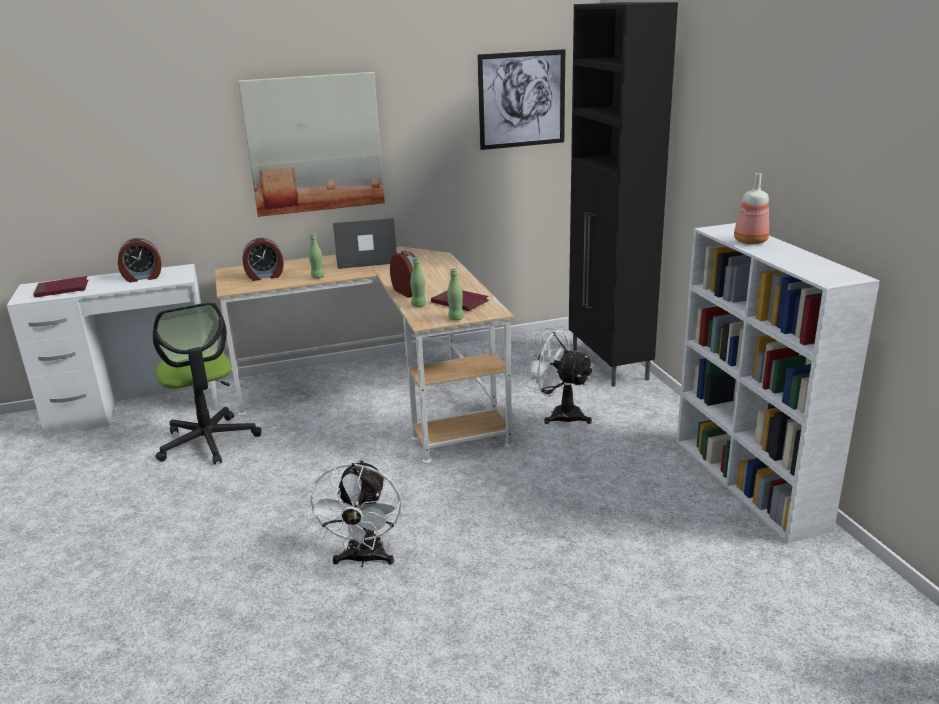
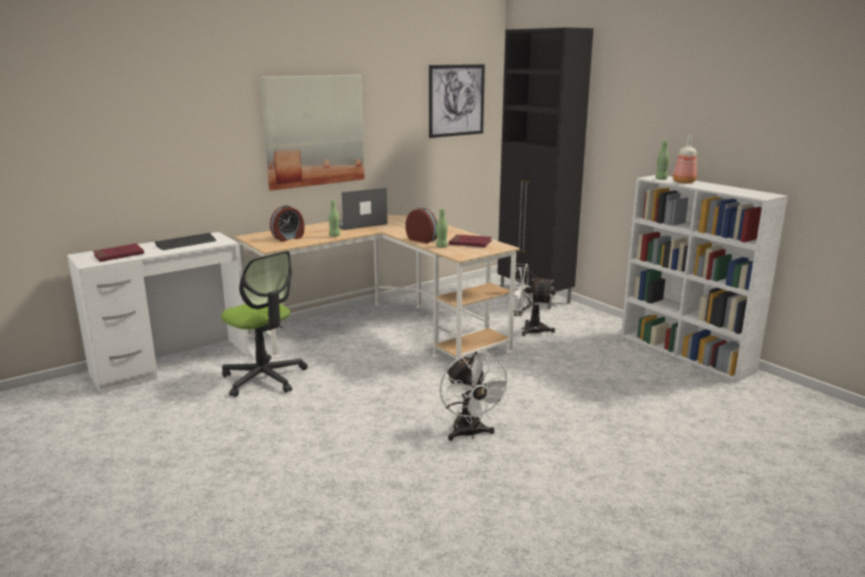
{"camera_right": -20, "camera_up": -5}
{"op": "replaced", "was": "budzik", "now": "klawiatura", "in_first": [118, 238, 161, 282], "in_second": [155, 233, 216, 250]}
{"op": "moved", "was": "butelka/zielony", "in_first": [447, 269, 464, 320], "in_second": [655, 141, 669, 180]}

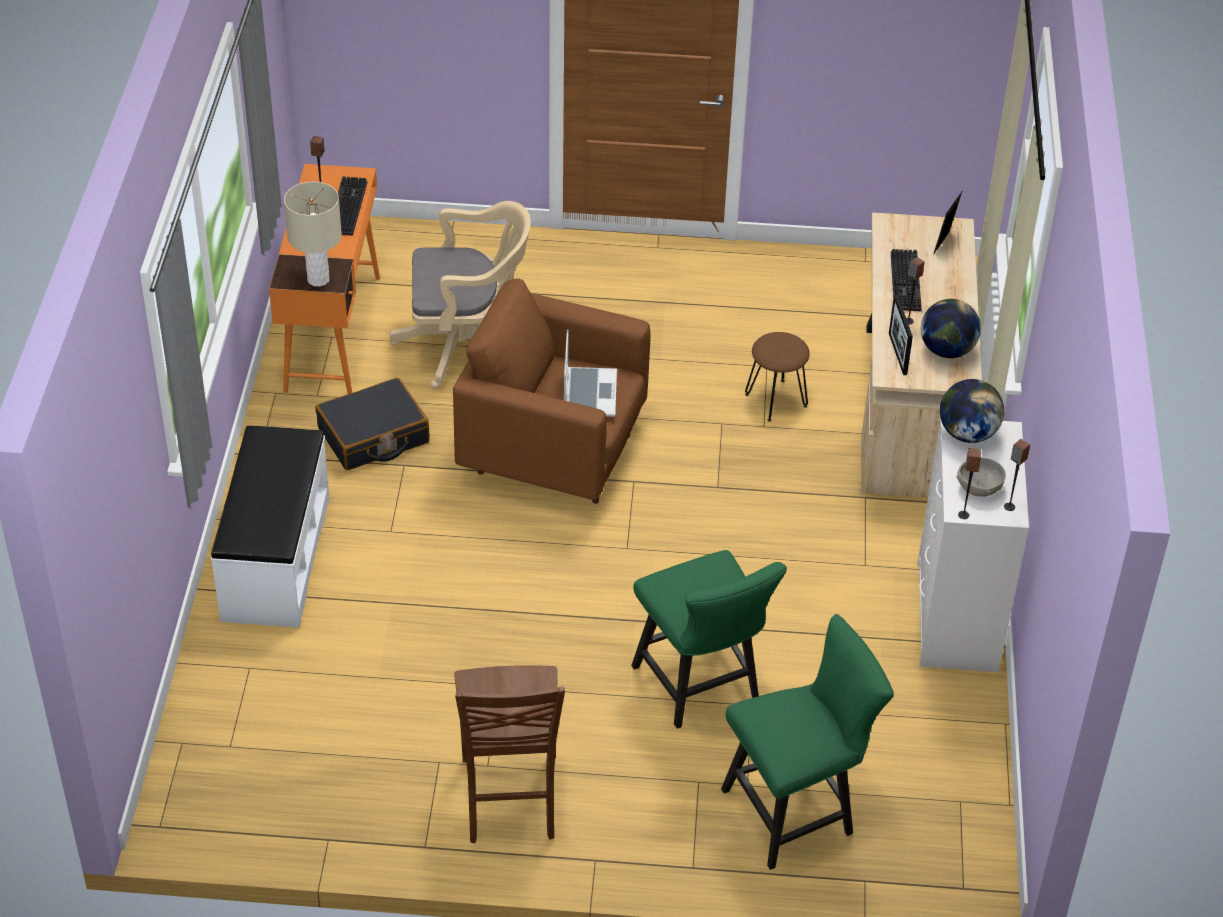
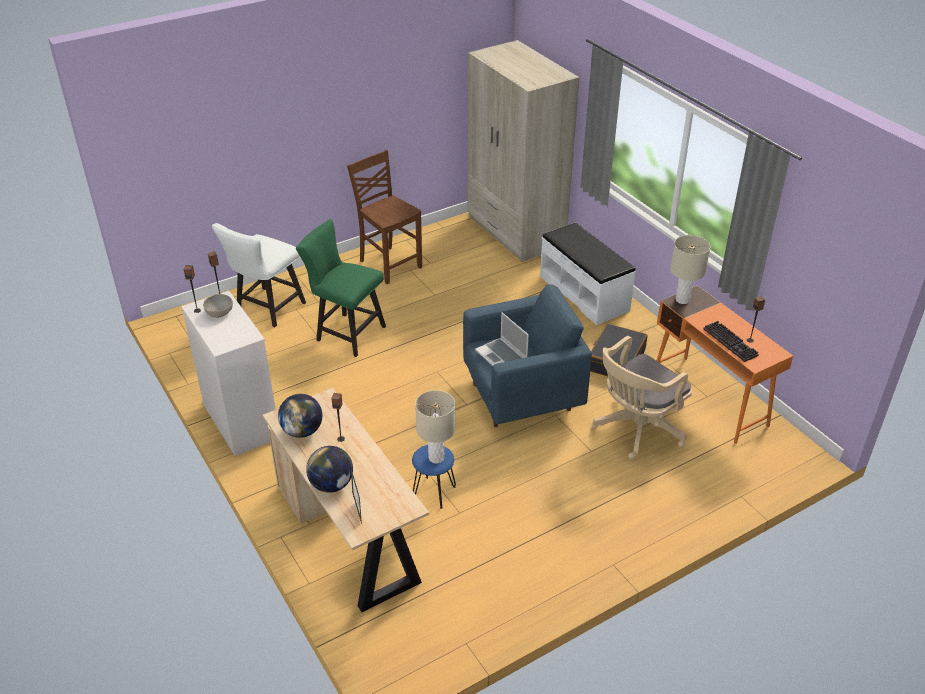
{"camera_right": 145, "camera_up": -5}
{"op": "recoloured", "was": "fotel/brązowy", "now": "fotel/niebieski", "in_first": [453, 278, 651, 504], "in_second": [463, 284, 592, 427]}
{"op": "recoloured", "was": "krzesło/zielony", "now": "krzesło/biały", "in_first": [721, 614, 894, 870], "in_second": [212, 223, 306, 327]}
{"op": "recoloured", "was": "stołek/brązowy", "now": "stołek/niebieski", "in_first": [745, 332, 810, 422], "in_second": [412, 445, 456, 509]}
{"op": "removed", "was": "ramka na zdjęcie", "in_first": [889, 295, 913, 375]}
{"op": "removed", "was": "klawiatura", "in_first": [891, 249, 922, 311]}
{"op": "moved", "was": "globus", "in_first": [940, 379, 1004, 443], "in_second": [306, 446, 353, 493]}
{"op": "added", "now": "lampa stołowa/beżowy", "in_second": [415, 390, 455, 464]}
{"op": "added", "now": "szafa/beżowy", "in_second": [468, 40, 579, 262]}

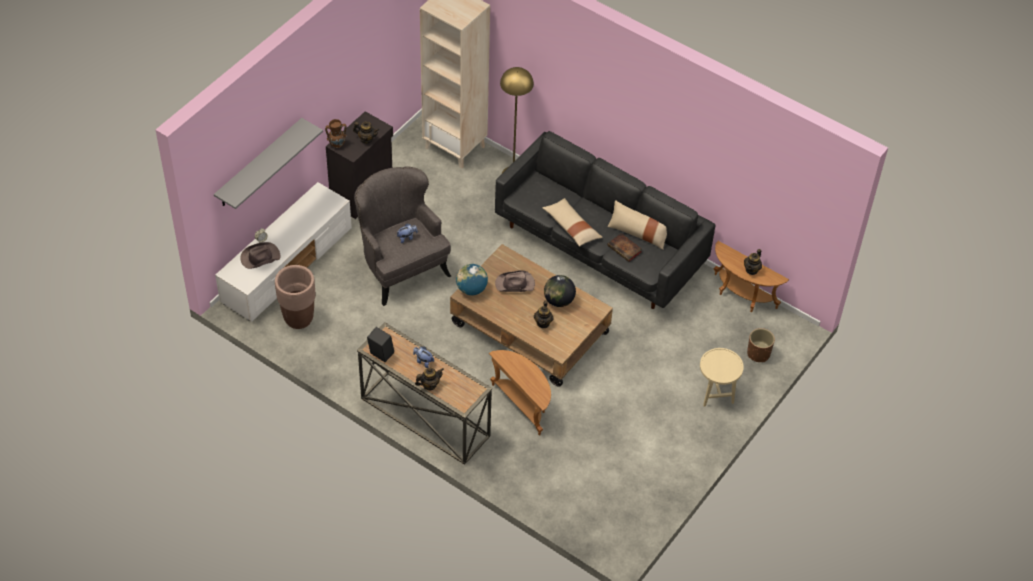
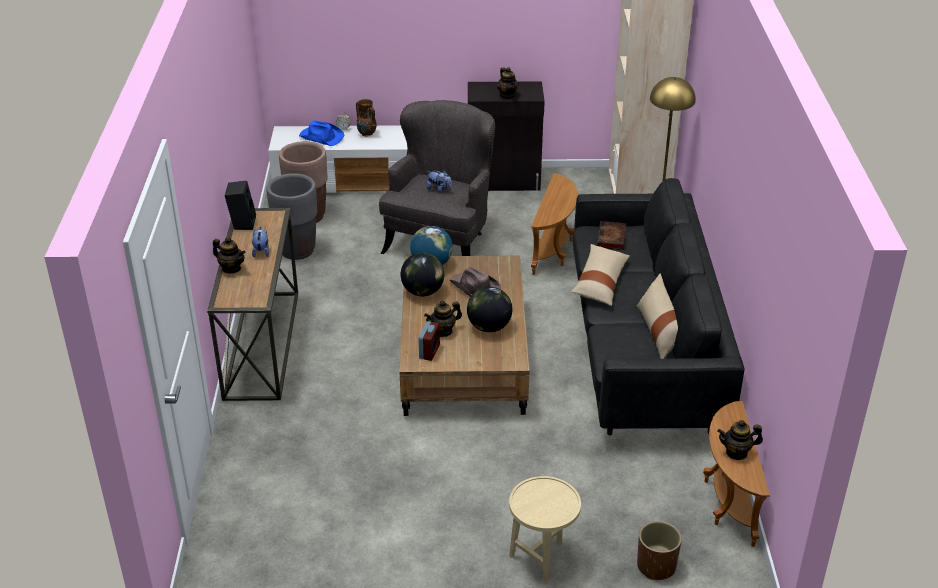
{"camera_right": 55, "camera_up": -15}
{"op": "removed", "was": "półka/szary", "in_first": [214, 118, 323, 209]}
{"op": "recoloured", "was": "kapelusz/brązowy", "now": "kapelusz/niebieski", "in_first": [240, 242, 280, 269], "in_second": [299, 120, 344, 146]}
{"op": "moved", "was": "wazon/brązowy", "in_first": [325, 119, 347, 148], "in_second": [356, 99, 377, 137]}
{"op": "moved", "was": "stolik/brązowy", "in_first": [489, 350, 551, 435], "in_second": [531, 173, 578, 275]}
{"op": "moved", "was": "książka", "in_first": [608, 233, 643, 262], "in_second": [597, 221, 626, 250]}
{"op": "added", "now": "donica/szary", "in_second": [266, 173, 317, 260]}
{"op": "added", "now": "globus", "in_second": [401, 253, 444, 296]}
{"op": "added", "now": "budzik", "in_second": [418, 321, 440, 361]}

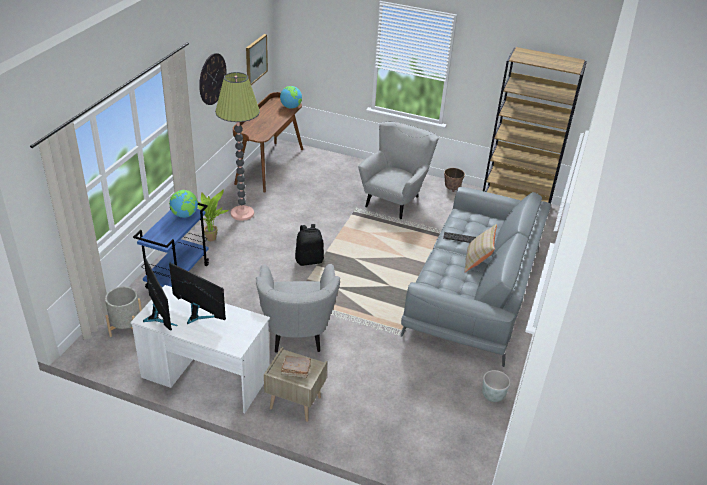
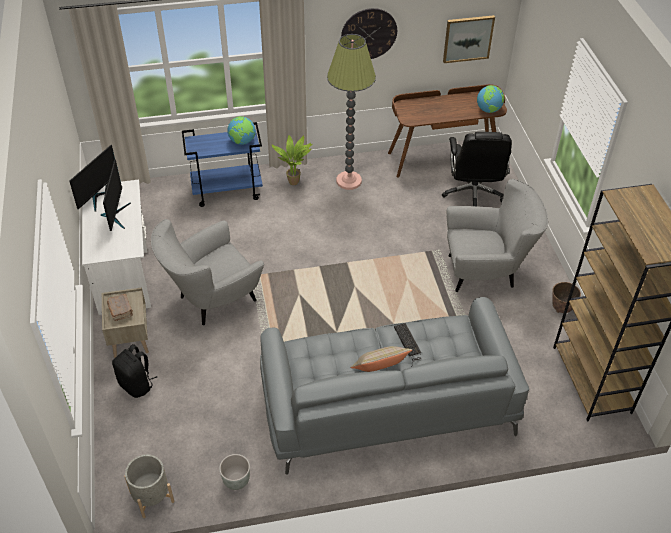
{"camera_right": 60, "camera_up": 10}
{"op": "moved", "was": "donica/szary", "in_first": [105, 287, 142, 337], "in_second": [124, 454, 174, 518]}
{"op": "moved", "was": "plecak/czarny", "in_first": [295, 224, 324, 266], "in_second": [112, 344, 157, 398]}
{"op": "added", "now": "krzesło biurowe/czarny", "in_second": [442, 132, 512, 206]}

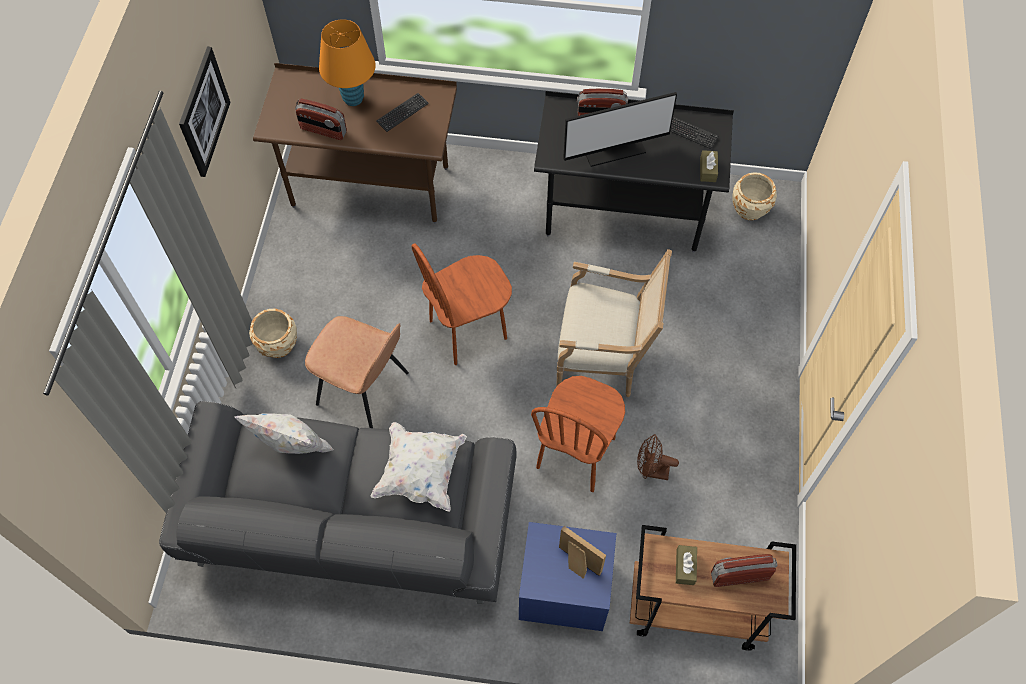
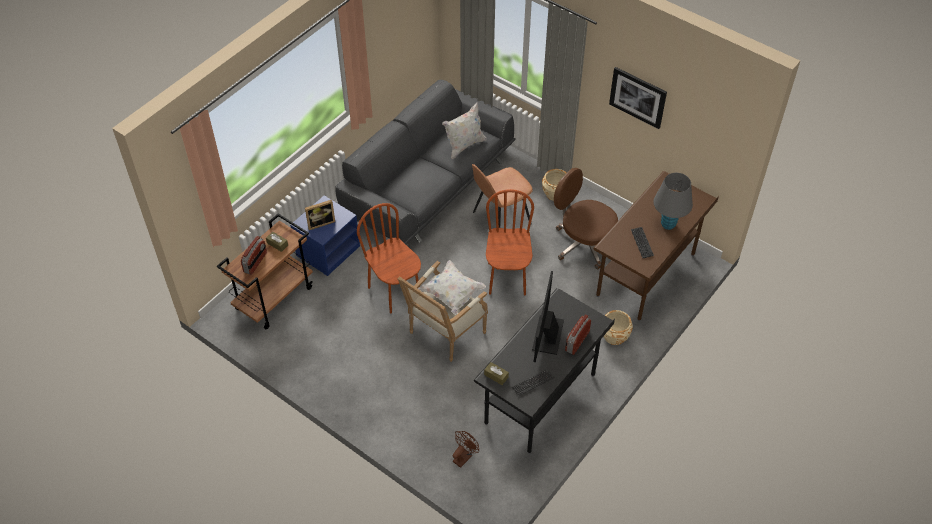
{"camera_right": 120, "camera_up": -10}
{"op": "removed", "was": "radio", "in_first": [295, 99, 347, 140]}
{"op": "recoloured", "was": "lampa stołowa/pomarańczowy", "now": "lampa stołowa/szary", "in_first": [319, 19, 376, 106], "in_second": [654, 173, 693, 230]}
{"op": "moved", "was": "poduszka/biały", "in_first": [371, 422, 467, 511], "in_second": [418, 260, 486, 315]}
{"op": "moved", "was": "wentylator/brązowy", "in_first": [637, 434, 679, 480], "in_second": [453, 431, 479, 468]}
{"op": "moved", "was": "donica/beżowy", "in_first": [732, 172, 777, 220], "in_second": [603, 310, 633, 345]}
{"op": "added", "now": "krzesło biurowe/brązowy", "in_second": [554, 168, 618, 269]}

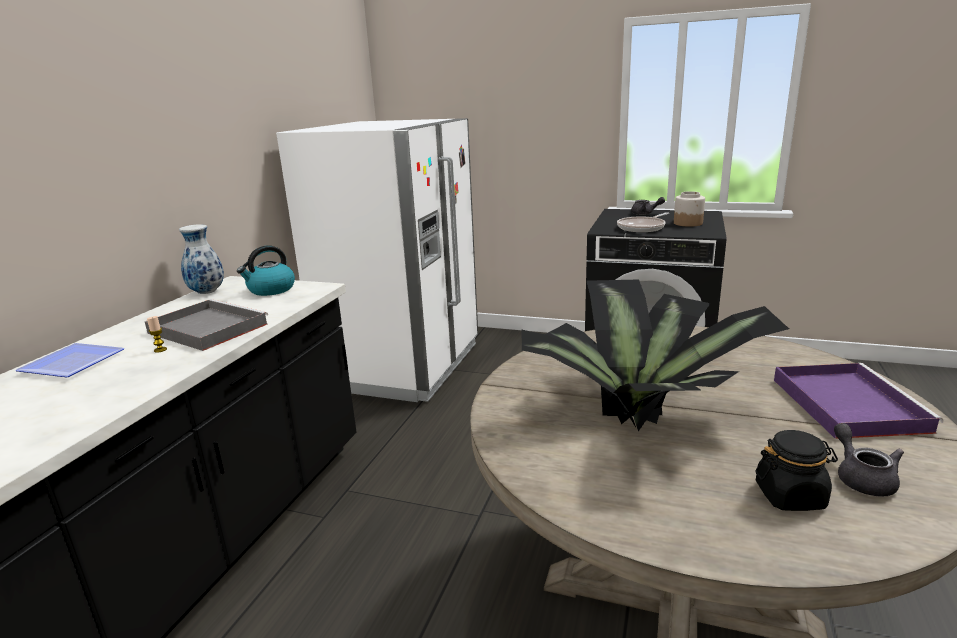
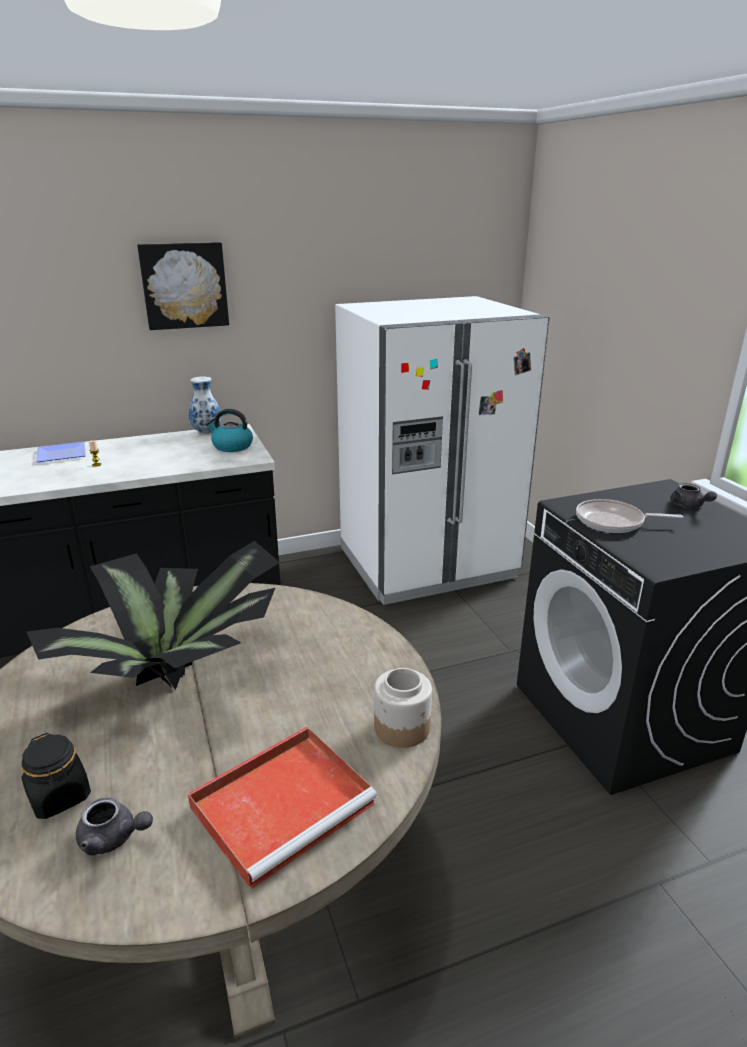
{"camera_right": 50, "camera_up": 5}
{"op": "removed", "was": "taca/szary", "in_first": [145, 299, 268, 351]}
{"op": "moved", "was": "słoik", "in_first": [674, 191, 705, 227], "in_second": [374, 668, 432, 748]}
{"op": "recoloured", "was": "taca/fioletowy", "now": "taca/czerwony", "in_first": [774, 363, 943, 439], "in_second": [188, 727, 377, 890]}
{"op": "turned", "was": "imbryk/szary", "in_first": [834, 423, 904, 496], "in_second": [76, 797, 153, 856], "clockwise": 60}
{"op": "added", "now": "obraz", "in_second": [137, 242, 229, 330]}

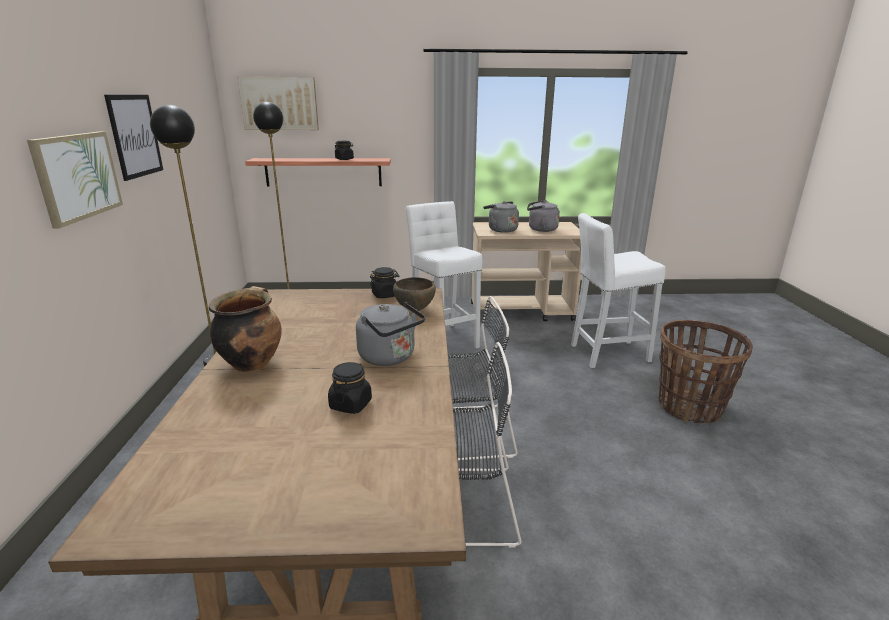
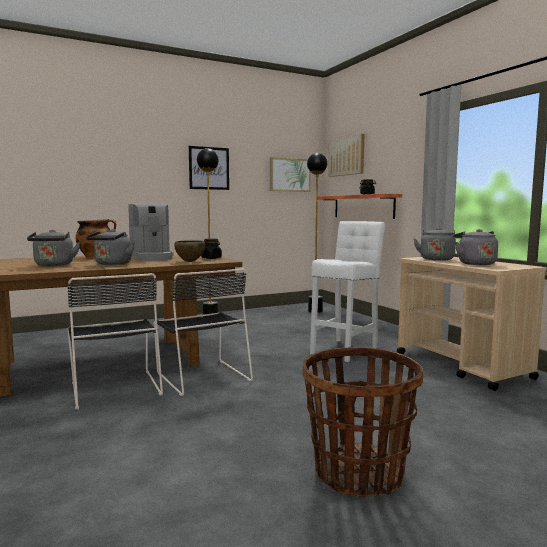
{"camera_right": 65, "camera_up": -15}
{"op": "moved", "was": "obraz", "in_first": [27, 131, 123, 228], "in_second": [270, 157, 311, 192]}
{"op": "replaced", "was": "słoik/czarny", "now": "czajnik/szary", "in_first": [328, 362, 372, 414], "in_second": [27, 230, 80, 266]}
{"op": "removed", "was": "stołek/biały", "in_first": [571, 213, 666, 368]}
{"op": "added", "now": "ekspres do kawy", "in_second": [128, 204, 174, 261]}

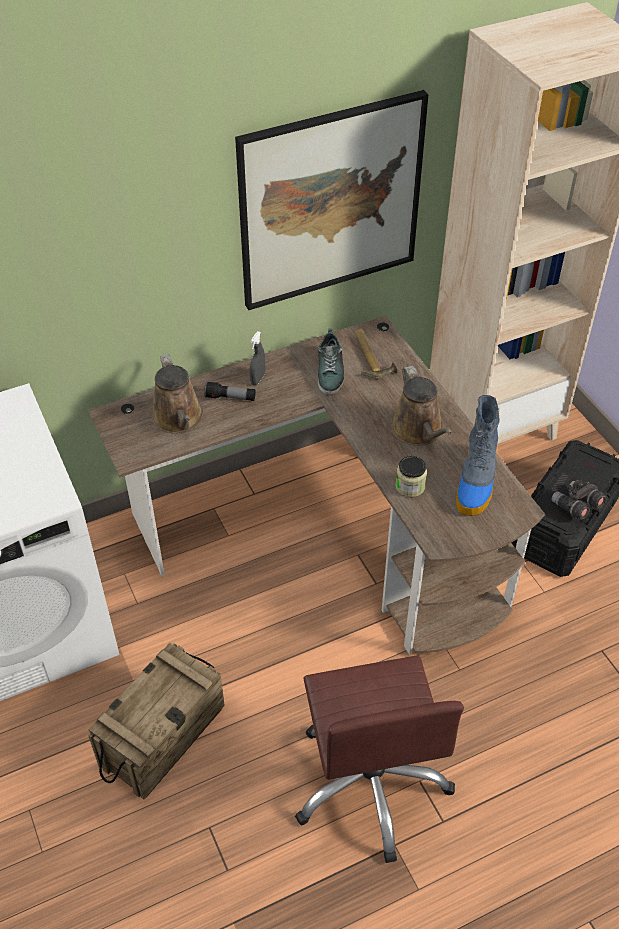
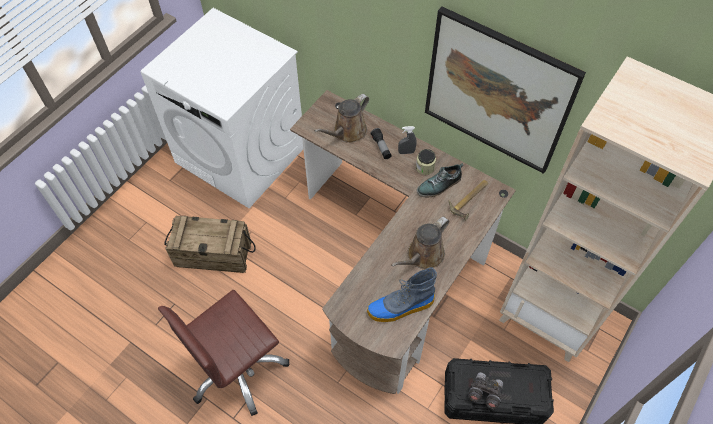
{"camera_right": 60, "camera_up": 10}
{"op": "moved", "was": "słoik", "in_first": [396, 456, 427, 497], "in_second": [416, 149, 436, 175]}

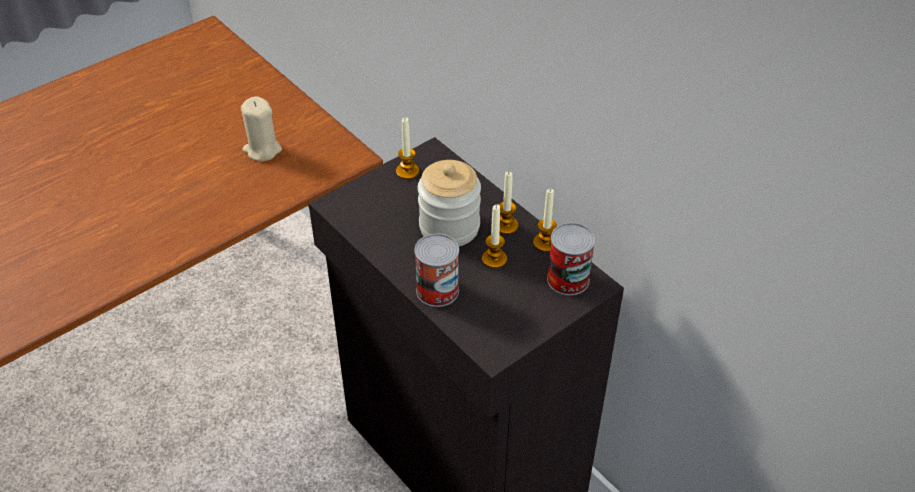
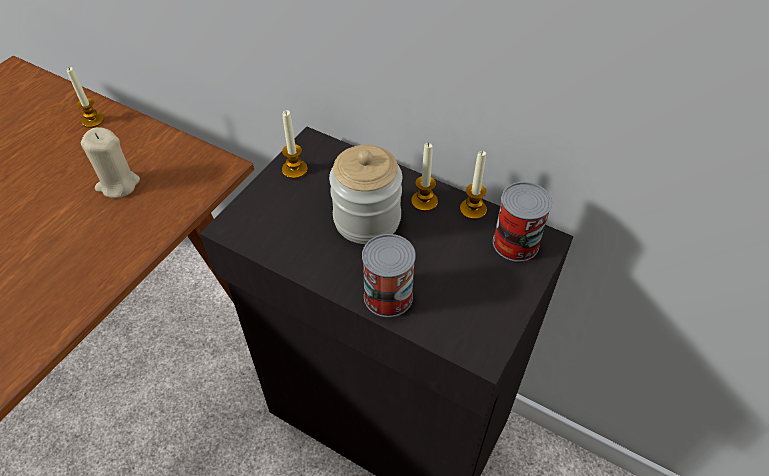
{"camera_right": -20, "camera_up": 5}
{"op": "moved", "was": "świeca", "in_first": [482, 204, 507, 268], "in_second": [67, 67, 104, 128]}

